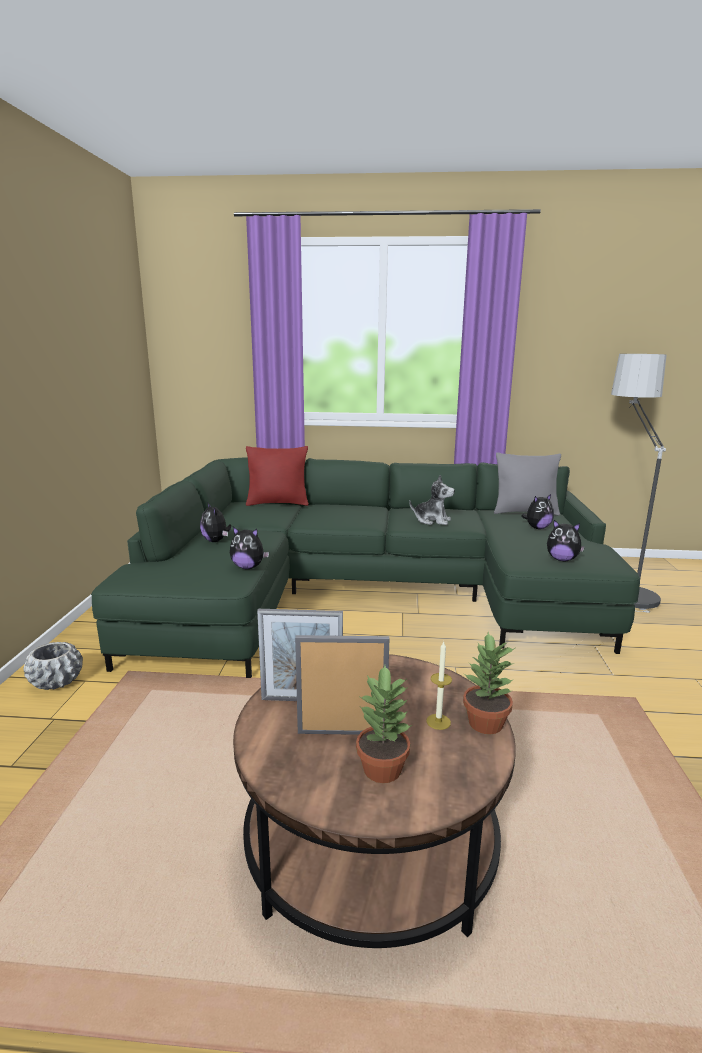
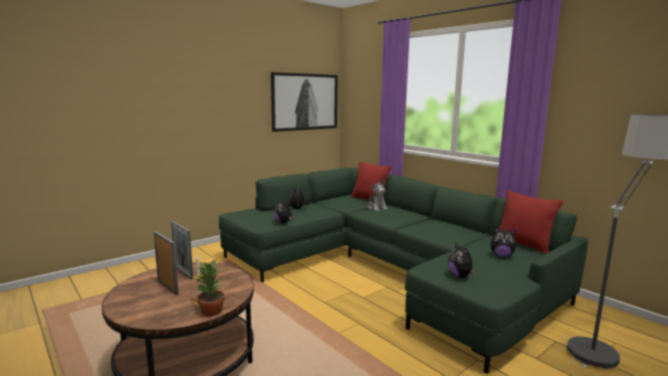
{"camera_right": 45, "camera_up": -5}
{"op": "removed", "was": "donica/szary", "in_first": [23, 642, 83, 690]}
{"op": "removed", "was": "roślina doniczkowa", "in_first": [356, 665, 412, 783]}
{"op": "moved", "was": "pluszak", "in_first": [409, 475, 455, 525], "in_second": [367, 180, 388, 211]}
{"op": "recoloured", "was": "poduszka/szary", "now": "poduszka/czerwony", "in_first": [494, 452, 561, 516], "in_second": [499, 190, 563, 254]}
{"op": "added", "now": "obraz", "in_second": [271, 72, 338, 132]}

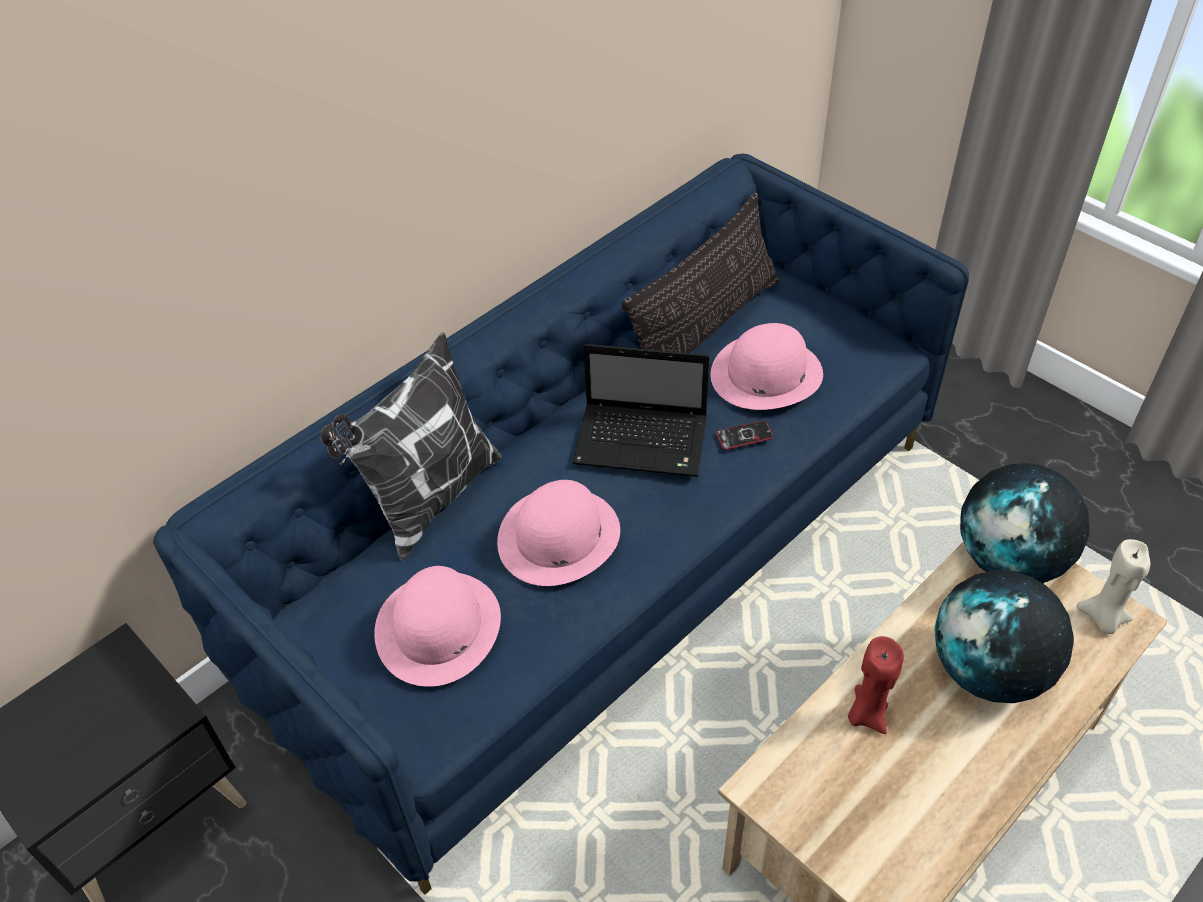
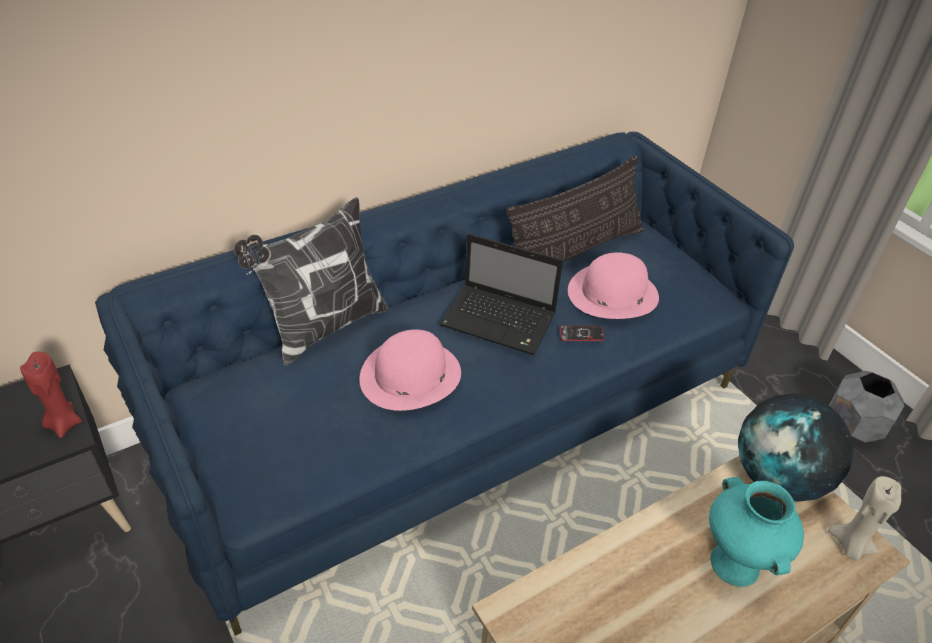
{"camera_right": 10, "camera_up": -5}
{"op": "removed", "was": "kapelusz/różowy", "in_first": [374, 566, 501, 687]}
{"op": "moved", "was": "świeca/czerwony", "in_first": [848, 636, 904, 734], "in_second": [20, 351, 82, 438]}
{"op": "replaced", "was": "globus", "now": "wazon/turkusowy", "in_first": [934, 570, 1074, 703], "in_second": [709, 477, 804, 587]}
{"op": "added", "now": "donica/szary", "in_second": [829, 371, 904, 443]}

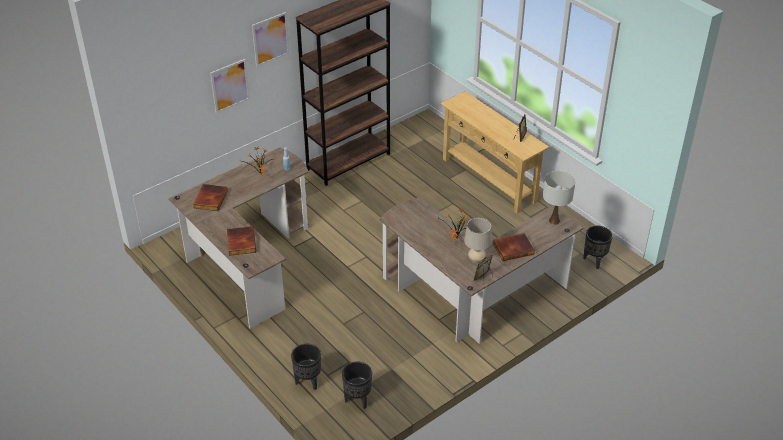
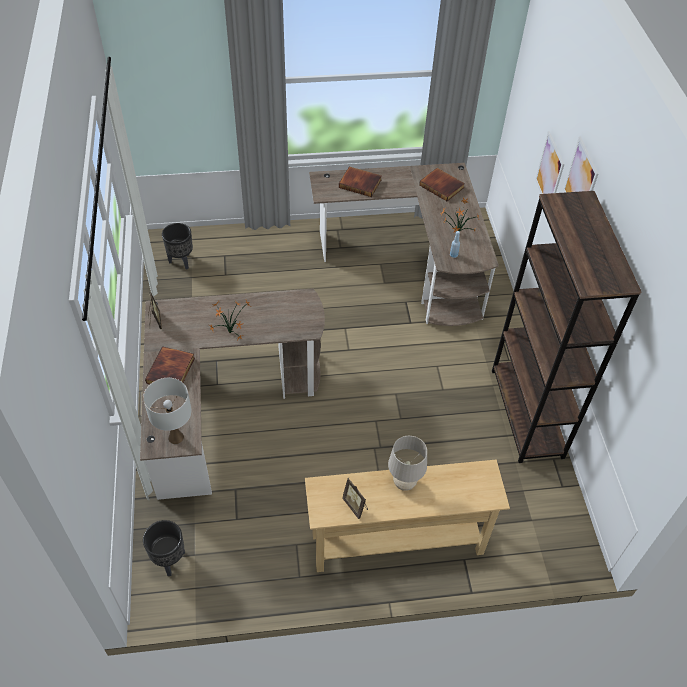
{"camera_right": 120, "camera_up": 10}
{"op": "removed", "was": "donica/czarny", "in_first": [291, 344, 321, 390]}
{"op": "moved", "was": "lampa stołowa/beżowy", "in_first": [464, 218, 492, 263], "in_second": [388, 436, 427, 491]}

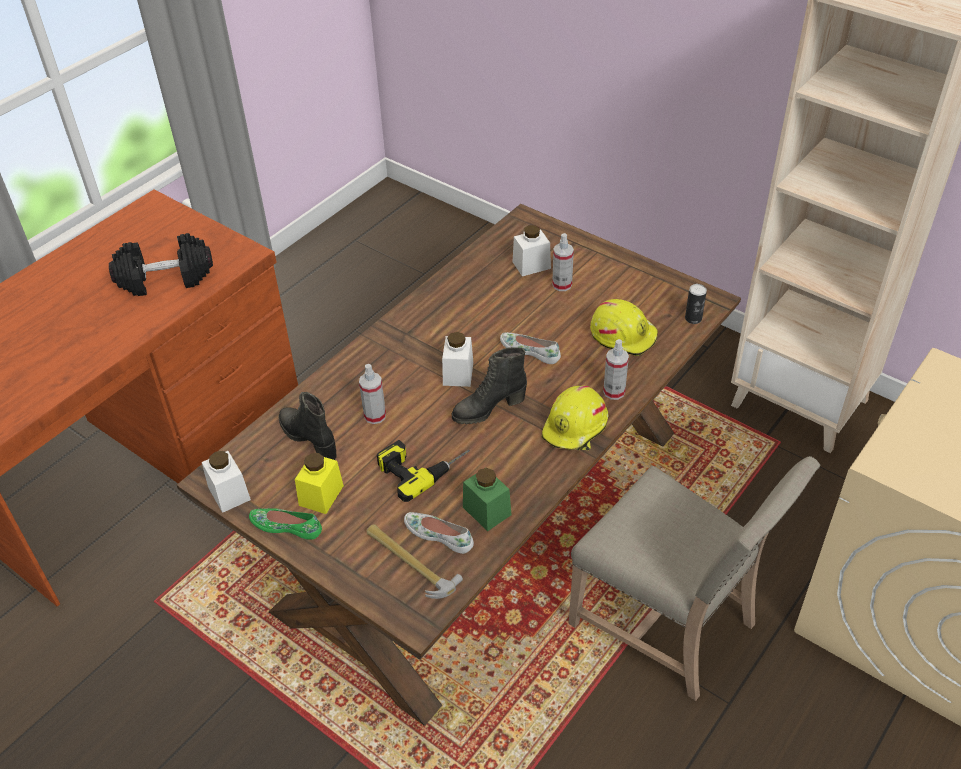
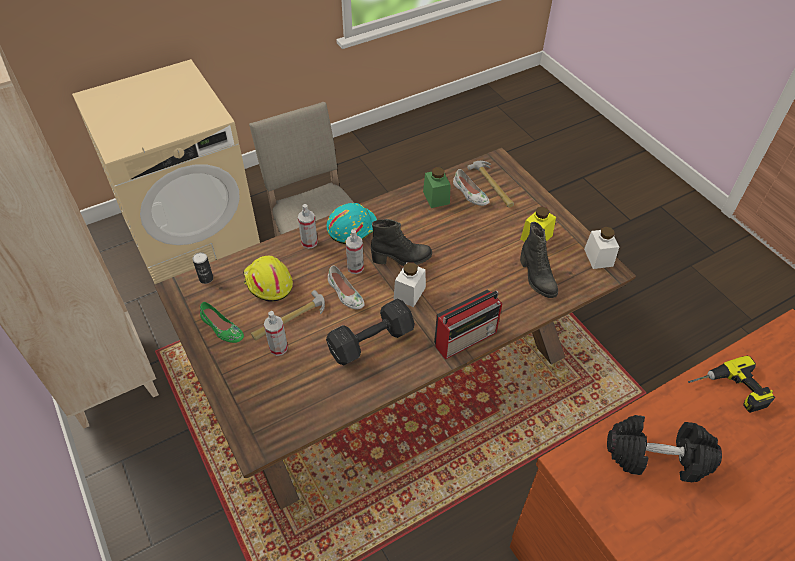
{"camera_right": -160, "camera_up": 5}
{"op": "moved", "was": "but/zielony", "in_first": [249, 508, 322, 540], "in_second": [200, 302, 244, 343]}
{"op": "moved", "was": "spryskiwacz", "in_first": [359, 364, 386, 424], "in_second": [345, 229, 364, 274]}
{"op": "moved", "was": "wiertarka", "in_first": [377, 440, 470, 502], "in_second": [688, 356, 775, 413]}
{"op": "removed", "was": "słoik/biały", "in_first": [512, 225, 551, 276]}
{"op": "recoloured", "was": "kask/żółty", "now": "kask/turkusowy", "in_first": [542, 386, 608, 450], "in_second": [327, 203, 377, 244]}
{"op": "added", "now": "młotek", "in_second": [251, 290, 325, 340]}
{"op": "added", "now": "hantel/czarny", "in_second": [326, 299, 415, 365]}
{"op": "added", "now": "radio", "in_second": [434, 289, 502, 360]}

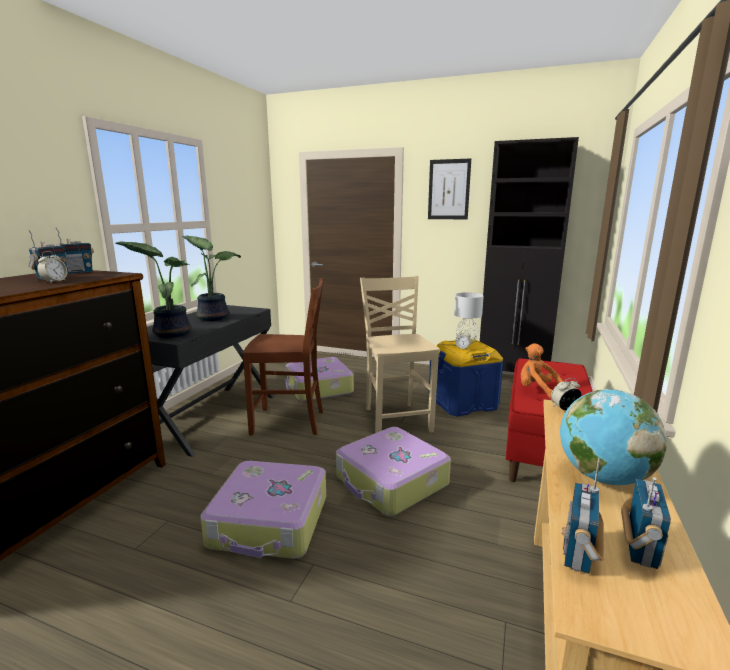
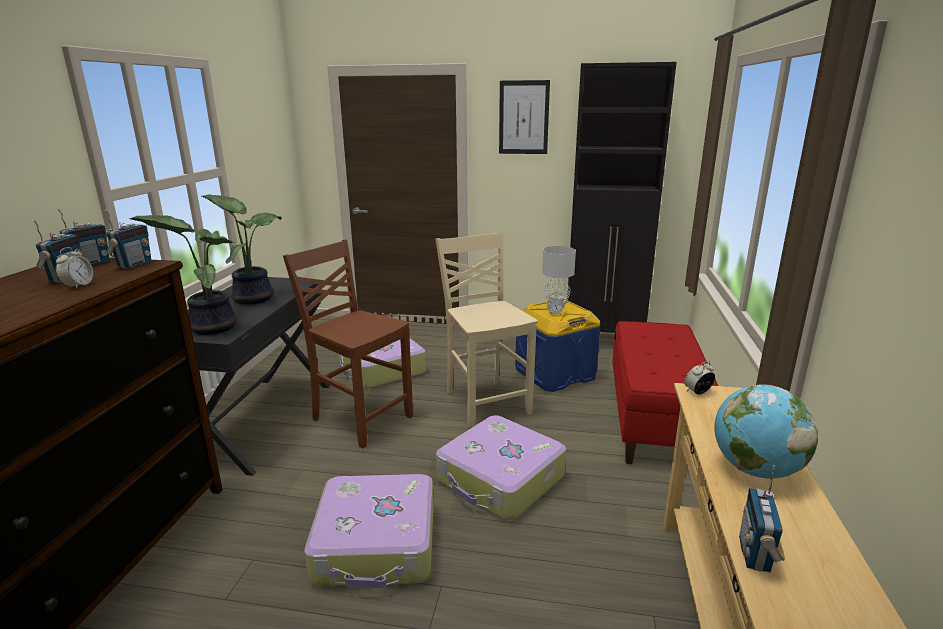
{"camera_right": -10, "camera_up": 5}
{"op": "turned", "was": "krzesło/brązowy", "in_first": [243, 278, 324, 436], "in_second": [283, 240, 413, 449], "clockwise": -135}
{"op": "removed", "was": "pluszak/pomarańczowy", "in_first": [521, 343, 563, 399]}
{"op": "moved", "was": "radio", "in_first": [621, 477, 671, 569], "in_second": [105, 210, 151, 269]}

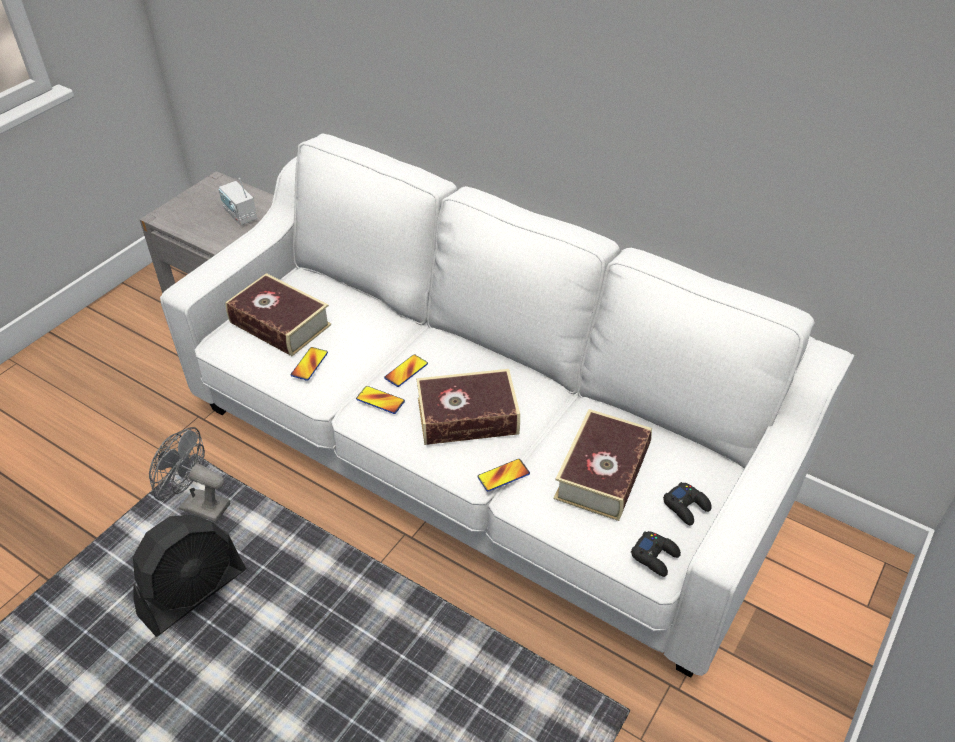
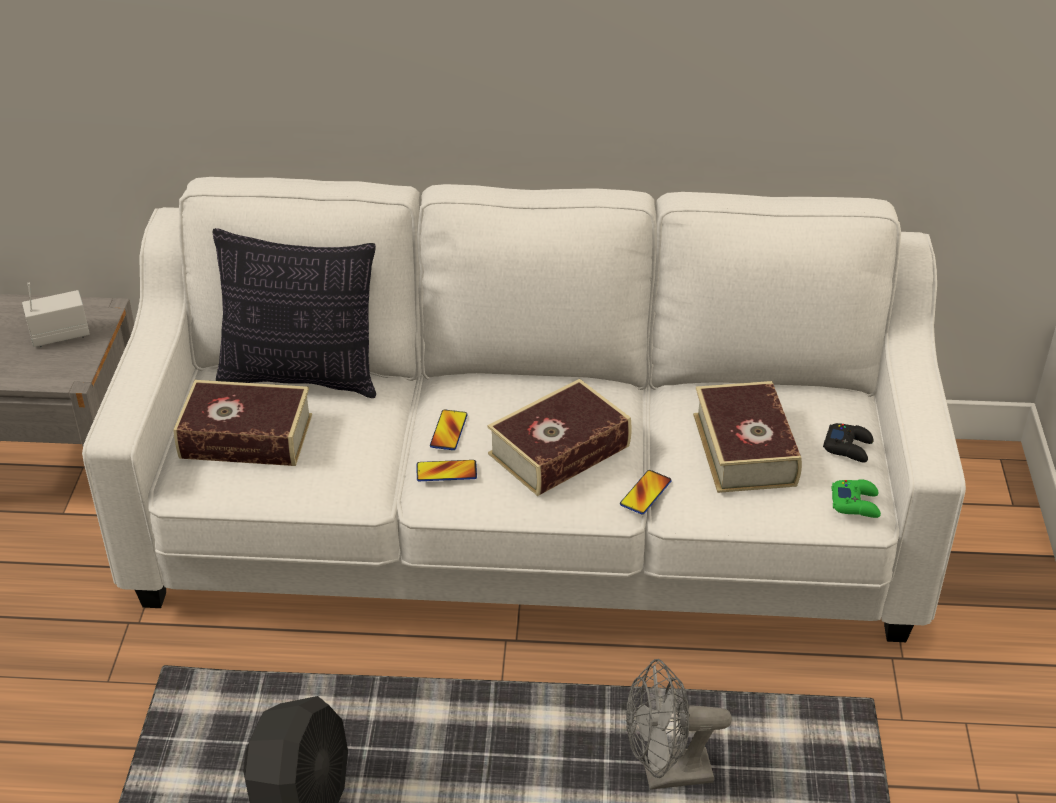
{"camera_right": -30, "camera_up": -5}
{"op": "moved", "was": "wentylator/szary", "in_first": [149, 427, 230, 522], "in_second": [626, 659, 732, 790]}
{"op": "turned", "was": "radio", "in_first": [219, 178, 257, 225], "in_second": [22, 283, 90, 347], "clockwise": 135}
{"op": "removed", "was": "telefon", "in_first": [291, 347, 328, 381]}
{"op": "recoloured", "was": "pad do gier/czarny", "now": "pad do gier/zielony", "in_first": [631, 531, 681, 577], "in_second": [832, 479, 881, 518]}
{"op": "added", "now": "poduszka", "in_second": [213, 228, 376, 398]}

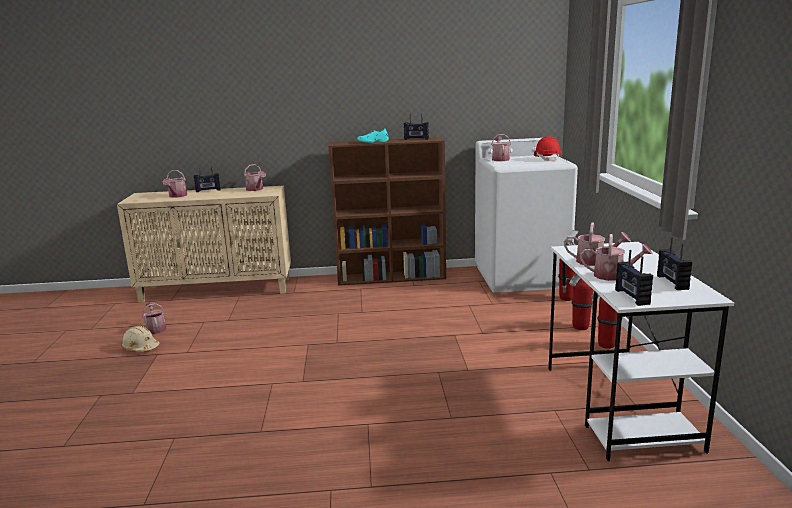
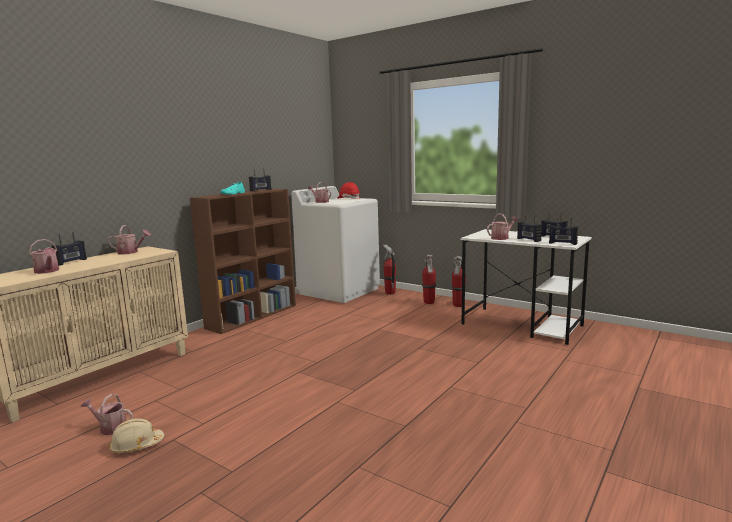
{"camera_right": -50, "camera_up": -5}
{"op": "replaced", "was": "konewka", "now": "radio", "in_first": [580, 234, 653, 281], "in_second": [517, 214, 542, 242]}

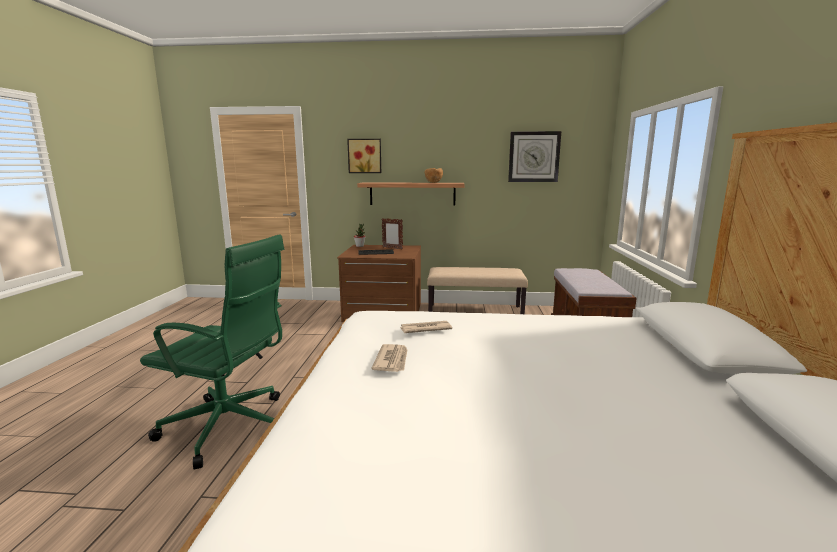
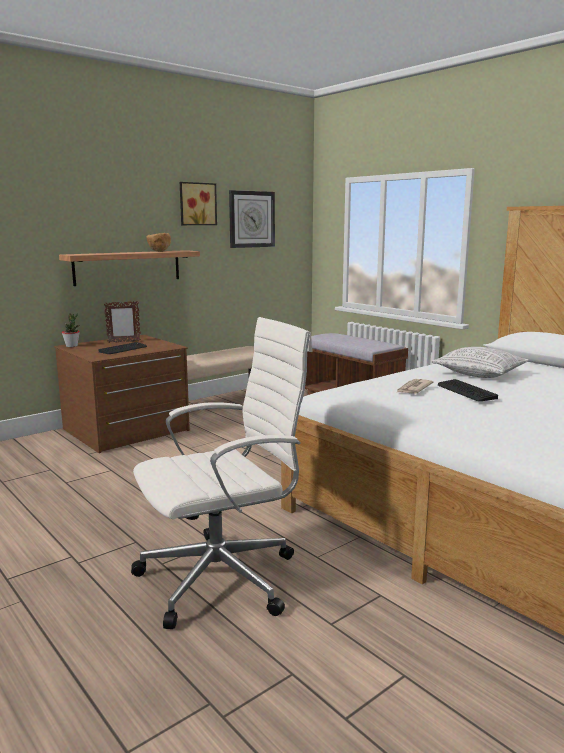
{"camera_right": -45, "camera_up": 0}
{"op": "recoloured", "was": "krzesło biurowe/zielony", "now": "krzesło biurowe/biały", "in_first": [140, 234, 284, 469], "in_second": [131, 317, 313, 629]}
{"op": "moved", "was": "obraz", "in_first": [347, 139, 381, 173], "in_second": [180, 182, 217, 225]}
{"op": "removed", "was": "gazeta", "in_first": [372, 344, 408, 372]}
{"op": "added", "now": "poduszka", "in_second": [431, 347, 529, 378]}
{"op": "added", "now": "klawiatura", "in_second": [438, 379, 498, 401]}

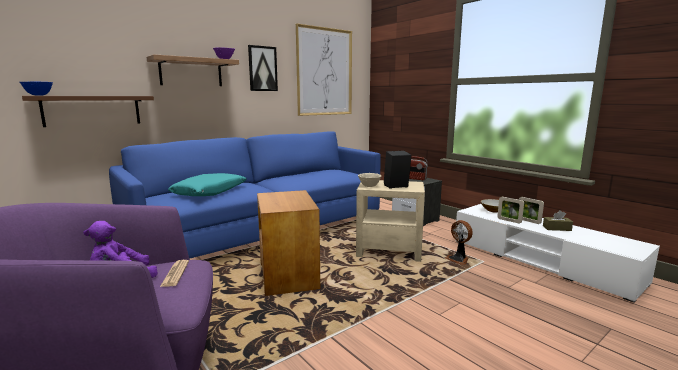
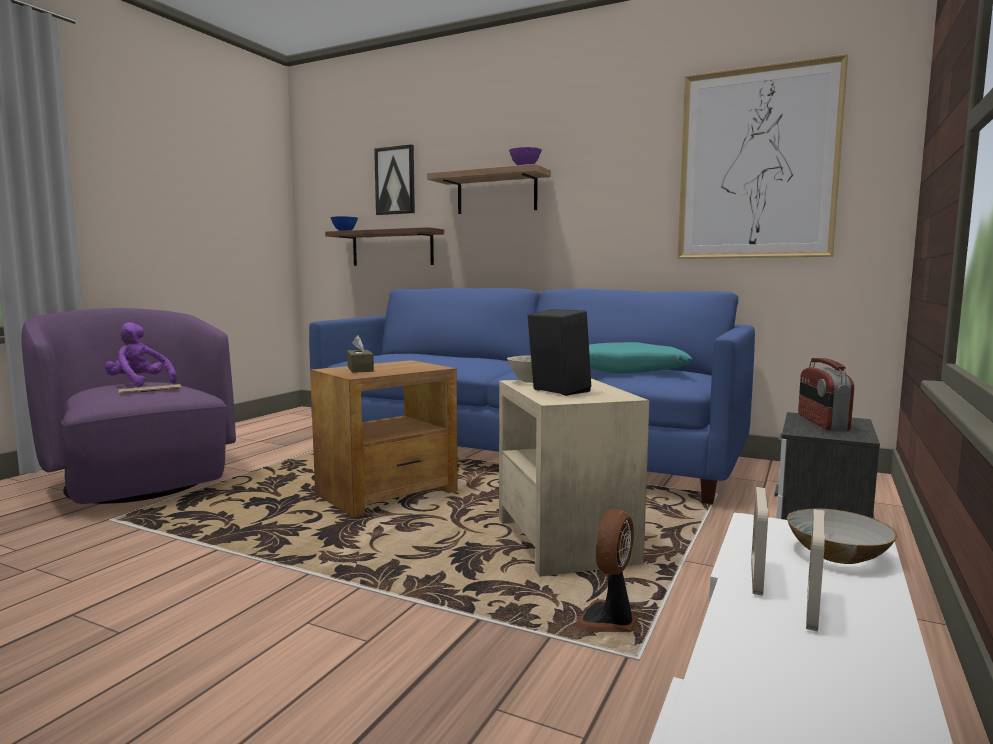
{"camera_right": 65, "camera_up": -5}
{"op": "moved", "was": "poduszka/turkusowy", "in_first": [168, 173, 247, 196], "in_second": [589, 342, 692, 374]}
{"op": "moved", "was": "obraz", "in_first": [248, 45, 278, 91], "in_second": [374, 145, 415, 215]}
{"op": "moved", "was": "pudełko chusteczek/brązowy", "in_first": [543, 210, 573, 231], "in_second": [347, 335, 374, 373]}

